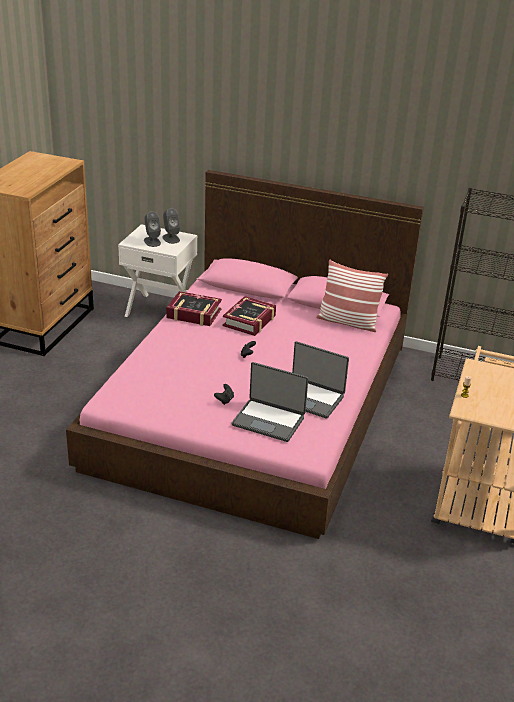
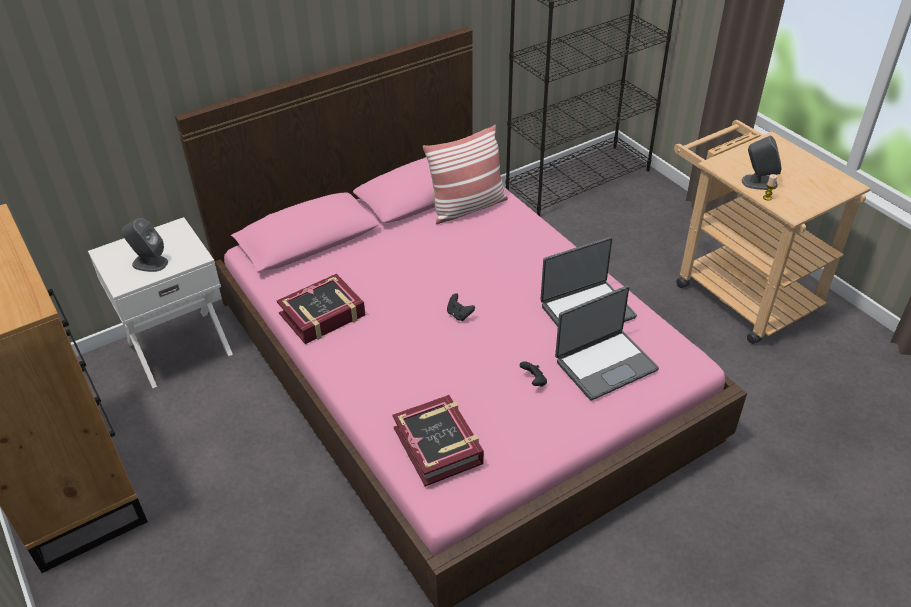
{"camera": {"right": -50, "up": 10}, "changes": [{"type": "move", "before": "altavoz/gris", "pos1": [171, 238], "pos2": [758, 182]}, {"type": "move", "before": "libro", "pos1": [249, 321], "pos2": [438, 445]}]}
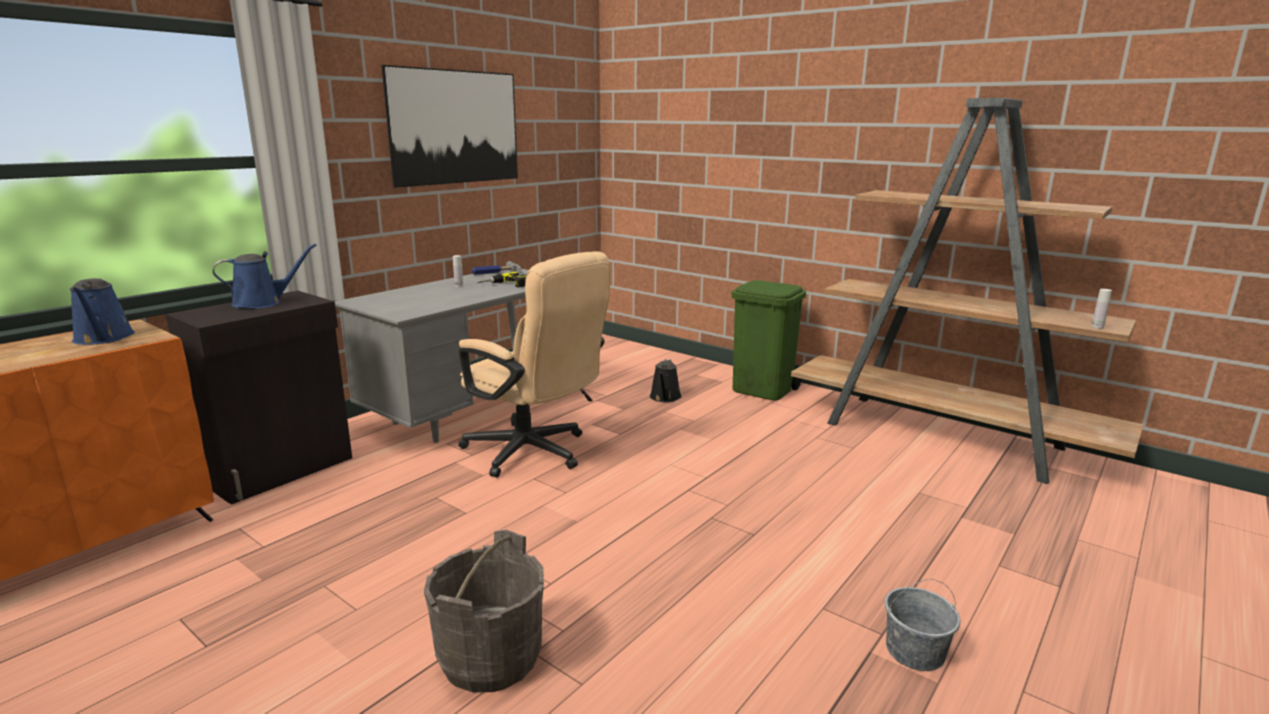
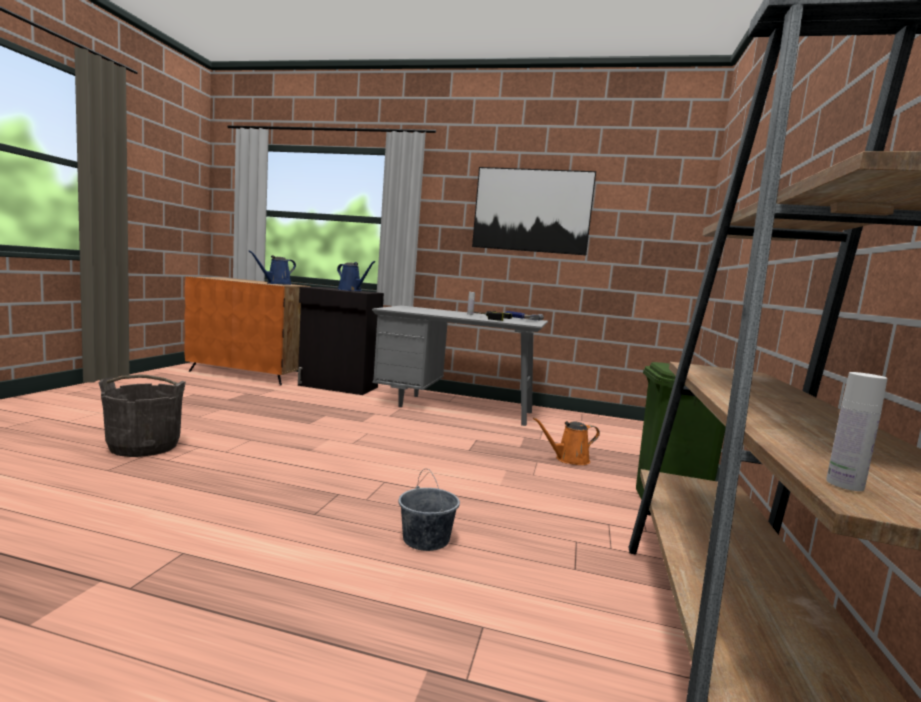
{"camera": {"right": 65, "up": -10}, "changes": [{"type": "delete", "before": "silla de oficina/beis", "pos1": [534, 453]}, {"type": "recolor", "before": "regadera/negro", "after": "regadera/naranja", "pos1": [665, 398], "pos2": [569, 459]}, {"type": "move", "before": "cubo/gris", "pos1": [915, 651], "pos2": [426, 539]}]}
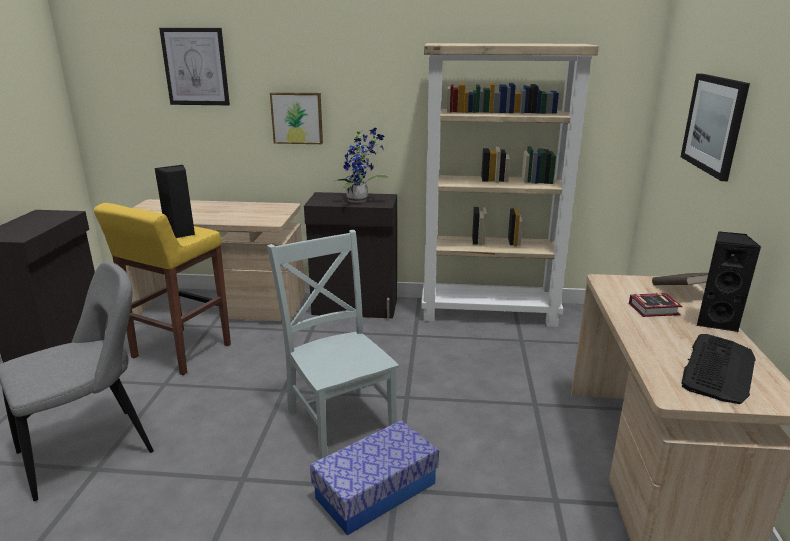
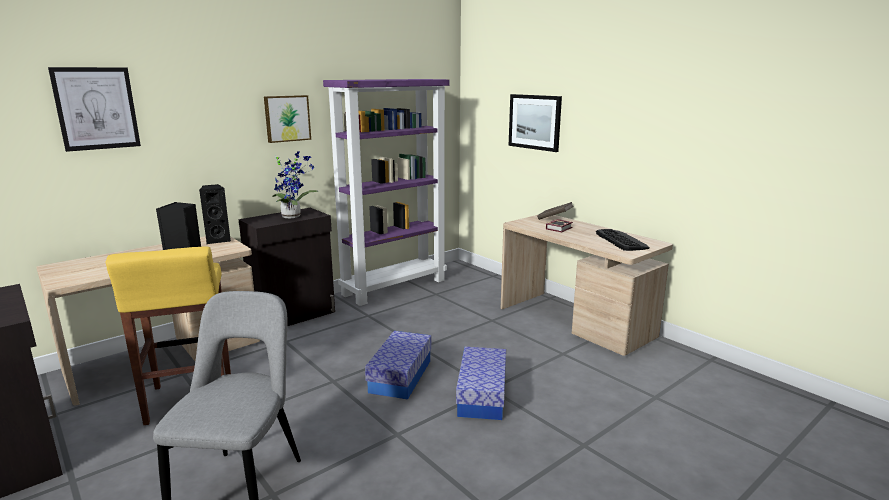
{"camera": {"right": -45, "up": -5}, "changes": [{"type": "replace", "before": "silla/gris", "after": "caja de almacenaje", "pos1": [339, 418], "pos2": [400, 376]}, {"type": "move", "before": "cuadro", "pos1": [297, 118], "pos2": [287, 118]}, {"type": "recolor", "before": "estantería/beis", "after": "estantería/morado", "pos1": [489, 313], "pos2": [394, 287]}, {"type": "move", "before": "altavoz/negro", "pos1": [715, 322], "pos2": [218, 240]}]}
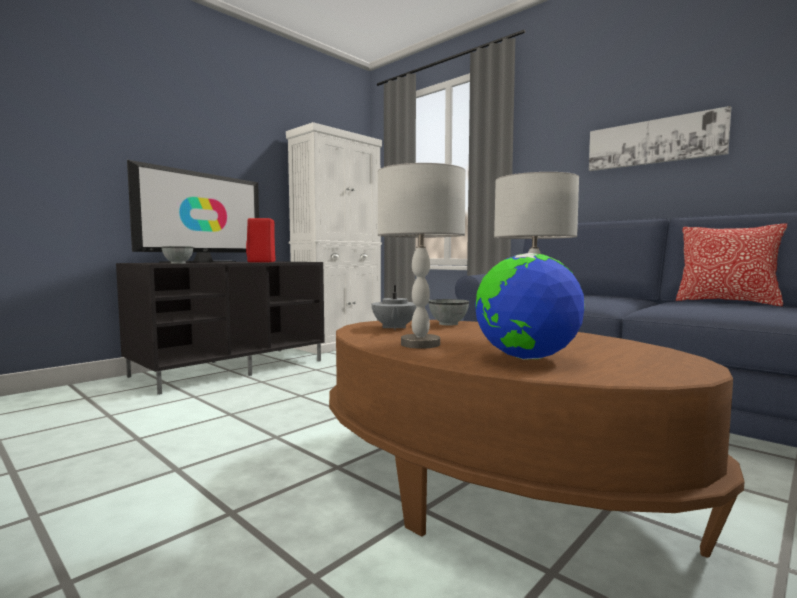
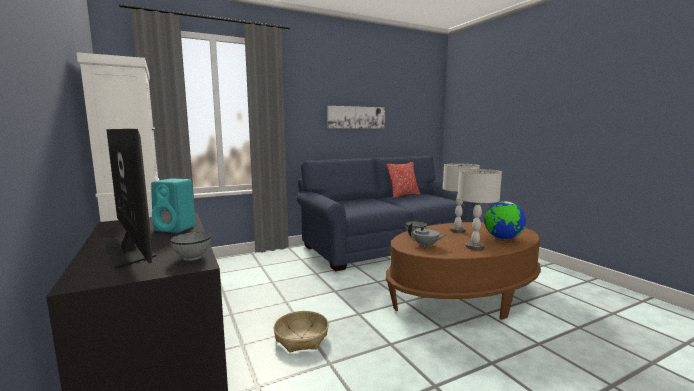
{"camera": {"right": -70, "up": 5}, "changes": [{"type": "recolor", "before": "altavoz/rojo", "after": "altavoz/turquesa", "pos1": [262, 262], "pos2": [177, 228]}, {"type": "insert", "after": "cesta", "pos2": [301, 338]}]}
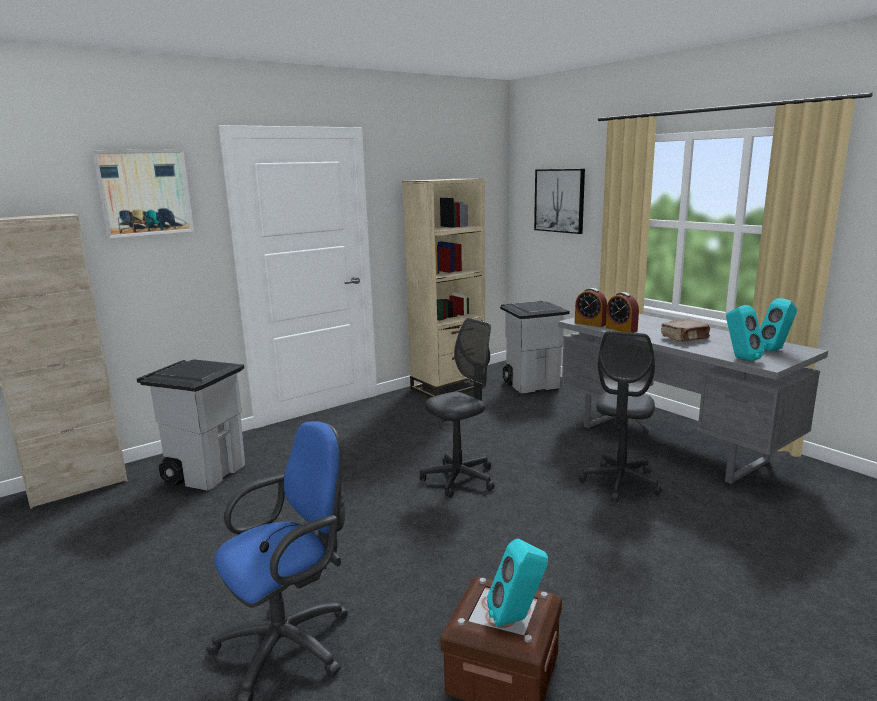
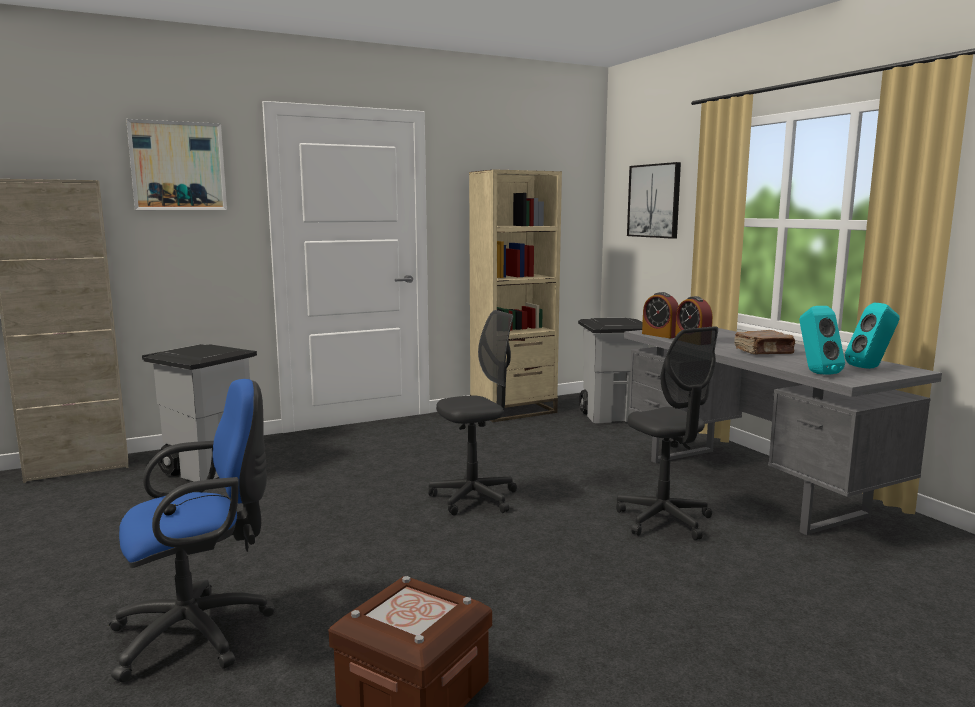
{"camera": {"right": 10, "up": -5}, "changes": [{"type": "delete", "before": "altavoz/turquesa", "pos1": [517, 618]}, {"type": "rotate", "before": "silla de oficina/gris", "pos1": [620, 483], "pos2": [664, 520], "turn": -60}]}
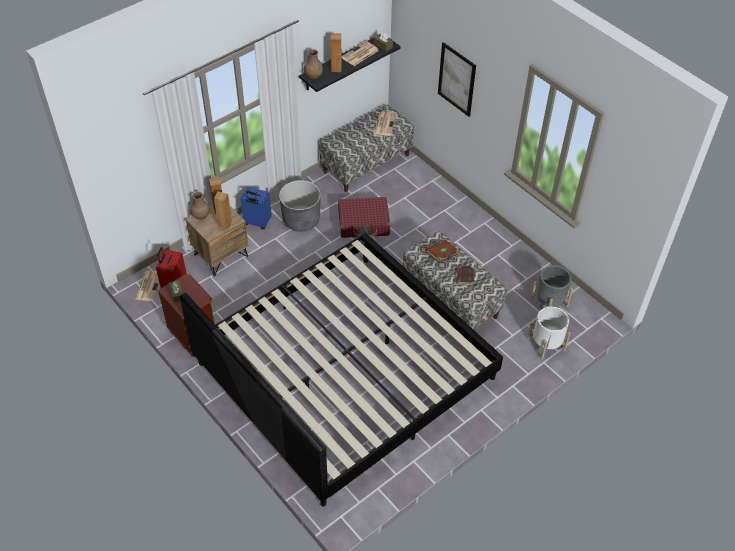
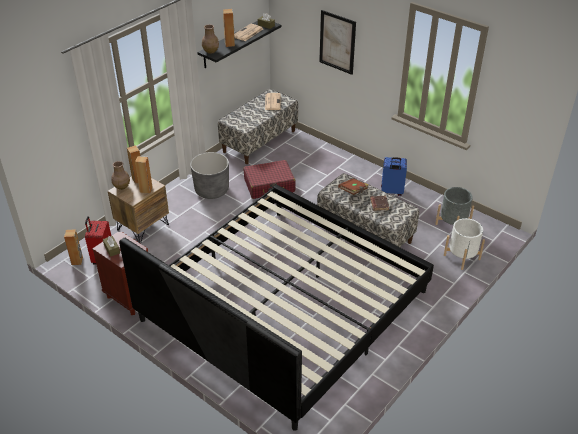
{"camera": {"right": -10, "up": -10}, "changes": [{"type": "replace", "before": "periódico", "after": "altavoz/marrón", "pos1": [149, 286], "pos2": [77, 261]}, {"type": "move", "before": "maleta/azul", "pos1": [257, 223], "pos2": [391, 192]}]}
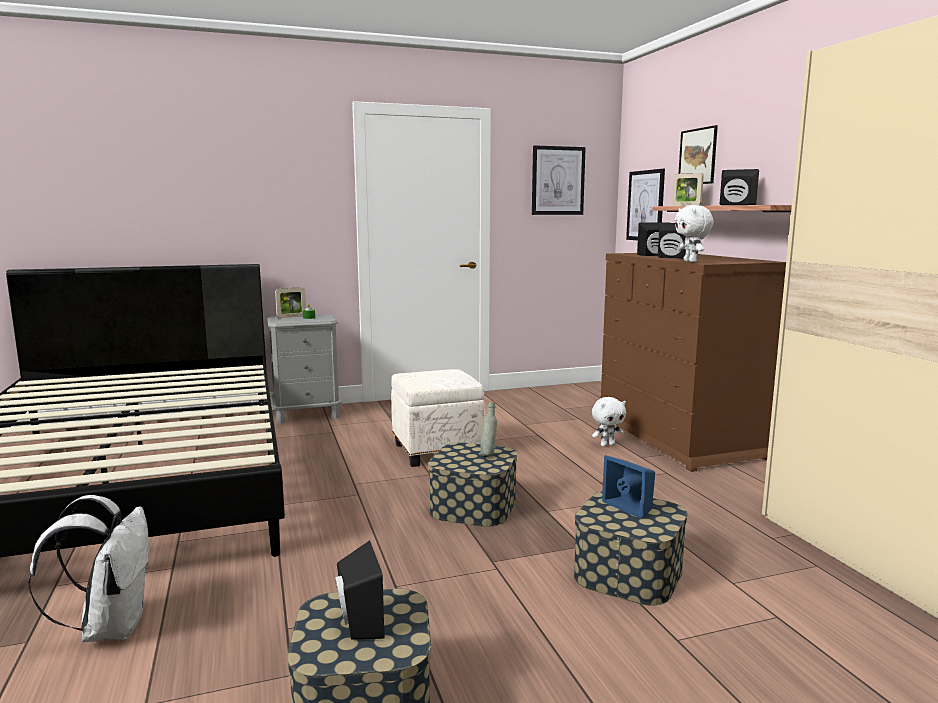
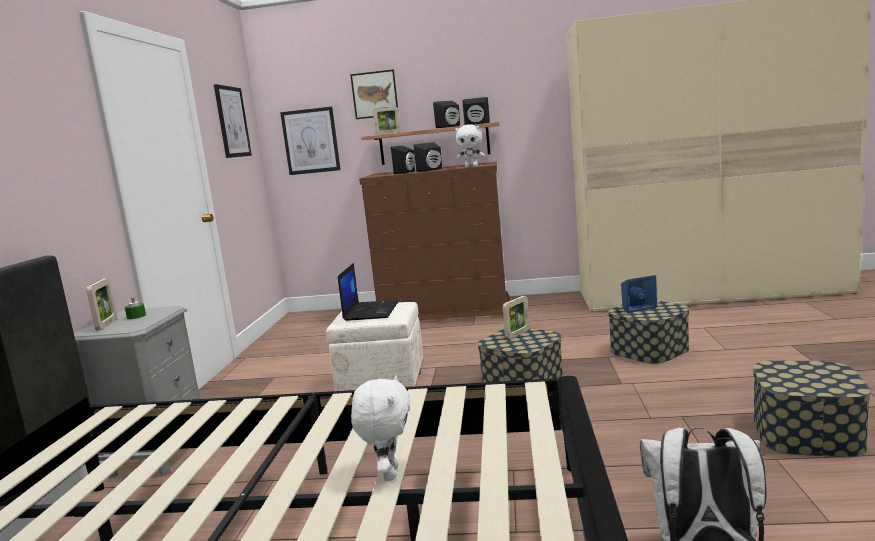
{"camera": {"right": -65, "up": 0}, "changes": [{"type": "move", "before": "altavoz/negro", "pos1": [358, 623], "pos2": [477, 124]}, {"type": "replace", "before": "botella/gris", "after": "portarretratos", "pos1": [488, 454], "pos2": [517, 334]}, {"type": "move", "before": "peluche/blanco", "pos1": [607, 445], "pos2": [388, 473]}, {"type": "insert", "after": "portátil", "pos2": [371, 311]}]}
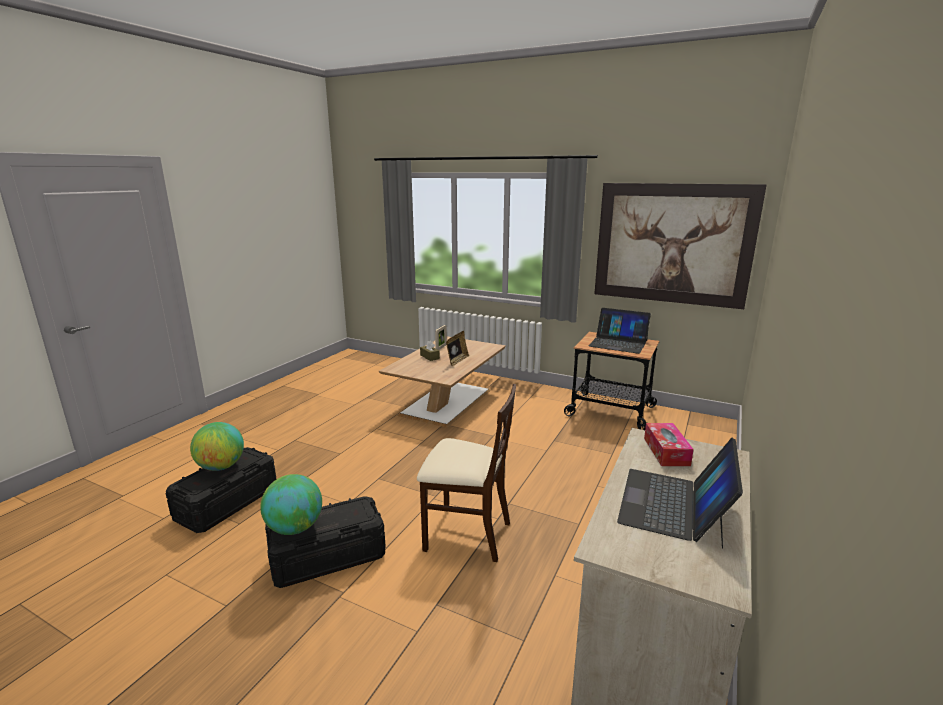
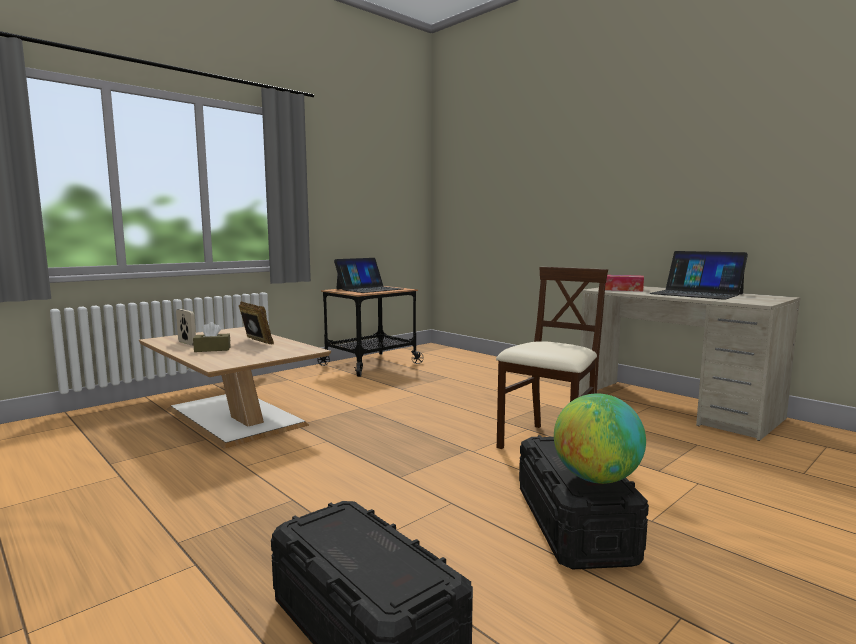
{"camera": {"right": -70, "up": -10}, "changes": [{"type": "delete", "before": "globo terráqueo", "pos1": [221, 467]}, {"type": "delete", "before": "cuadro", "pos1": [672, 244]}]}
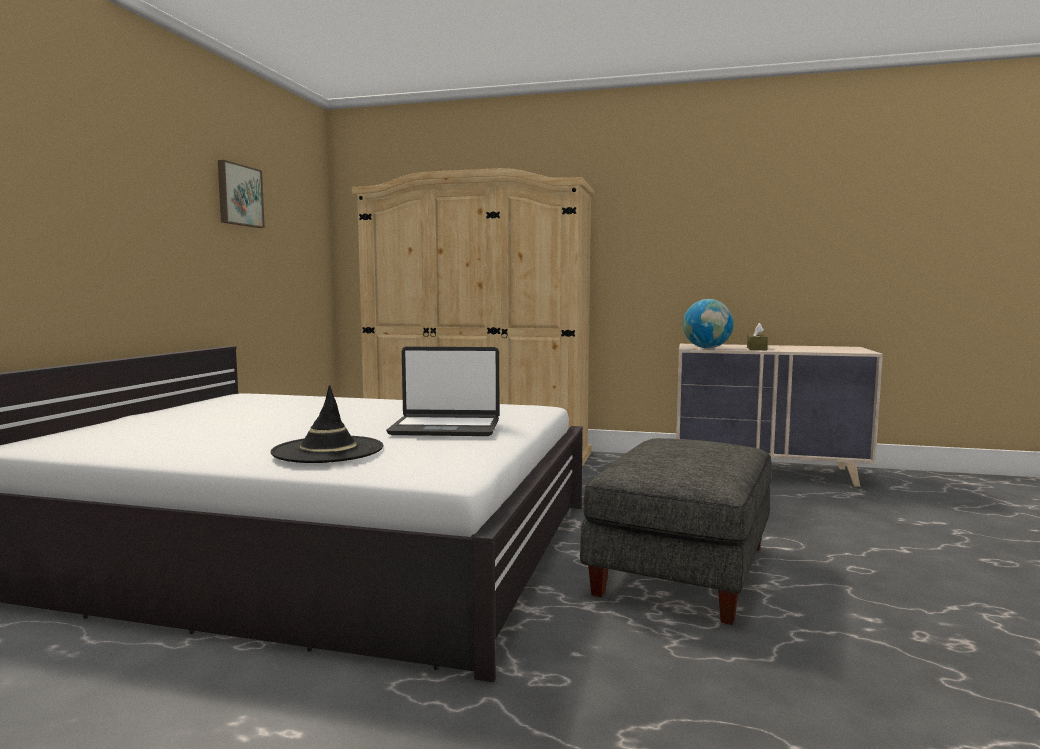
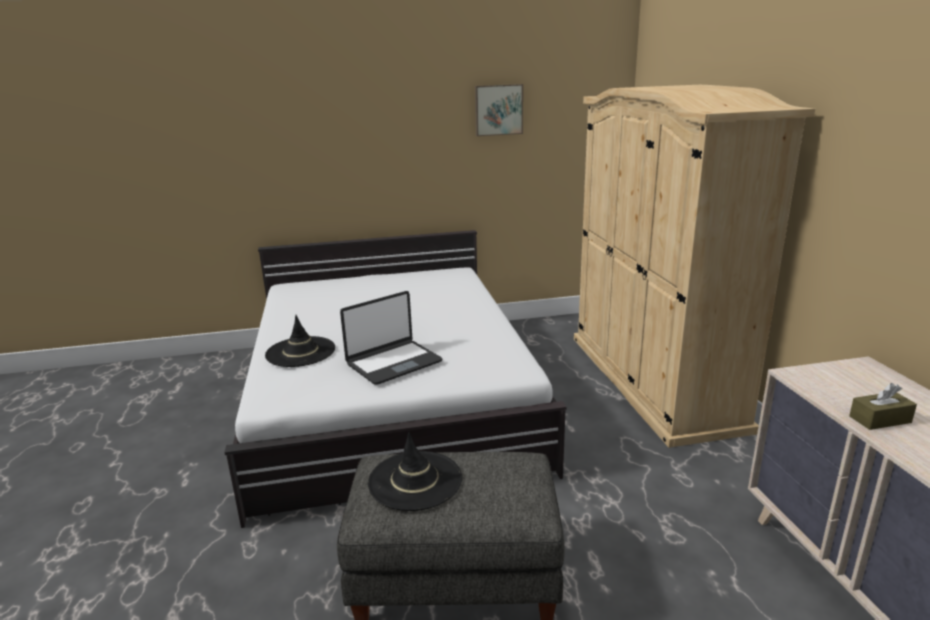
{"camera": {"right": 65, "up": 15}, "changes": [{"type": "rotate", "before": "portátil", "pos1": [445, 428], "pos2": [393, 363], "turn": -105}, {"type": "delete", "before": "globo terráqueo", "pos1": [707, 348]}, {"type": "insert", "after": "sombrero/negro", "pos2": [415, 481]}]}
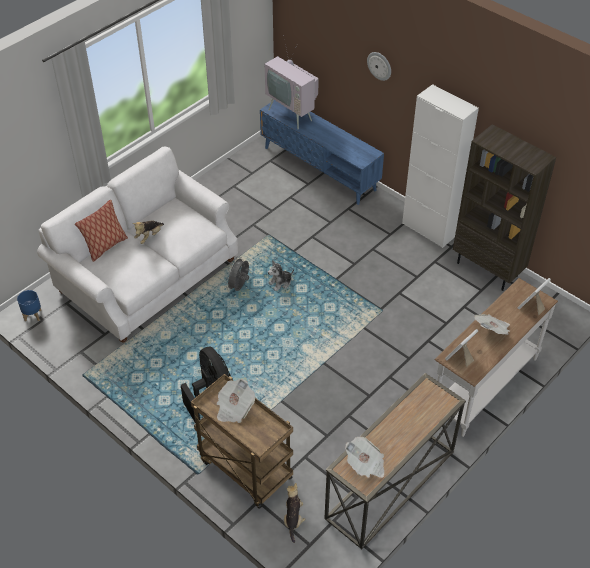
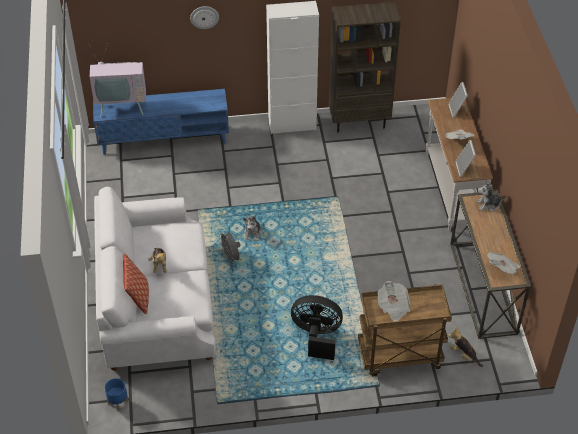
{"camera": {"right": -50, "up": 0}, "changes": [{"type": "insert", "after": "peluche", "pos2": [488, 205]}]}
